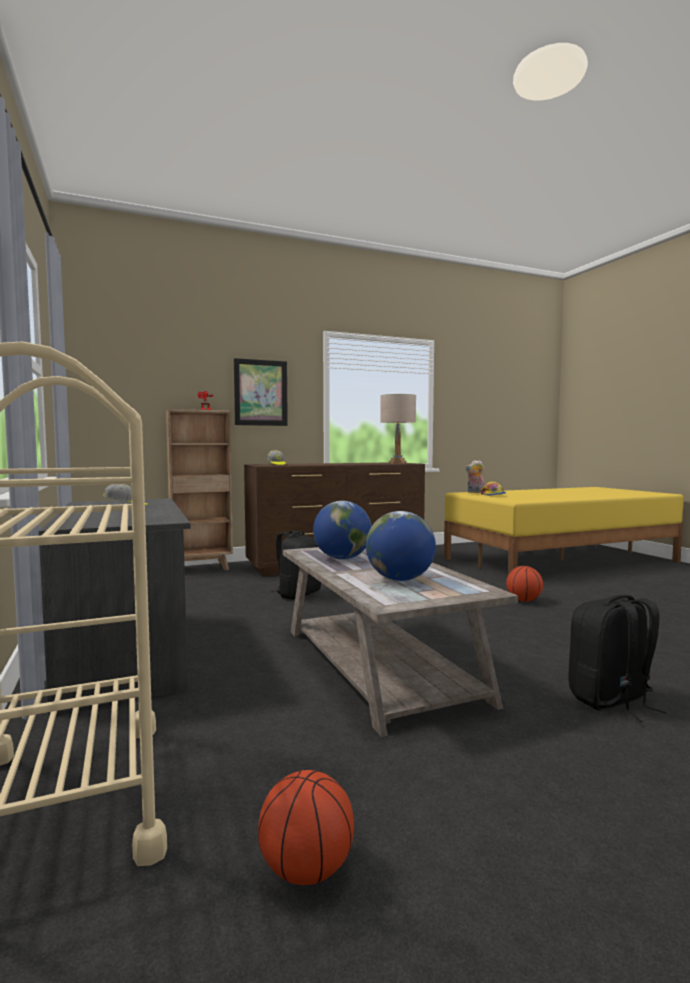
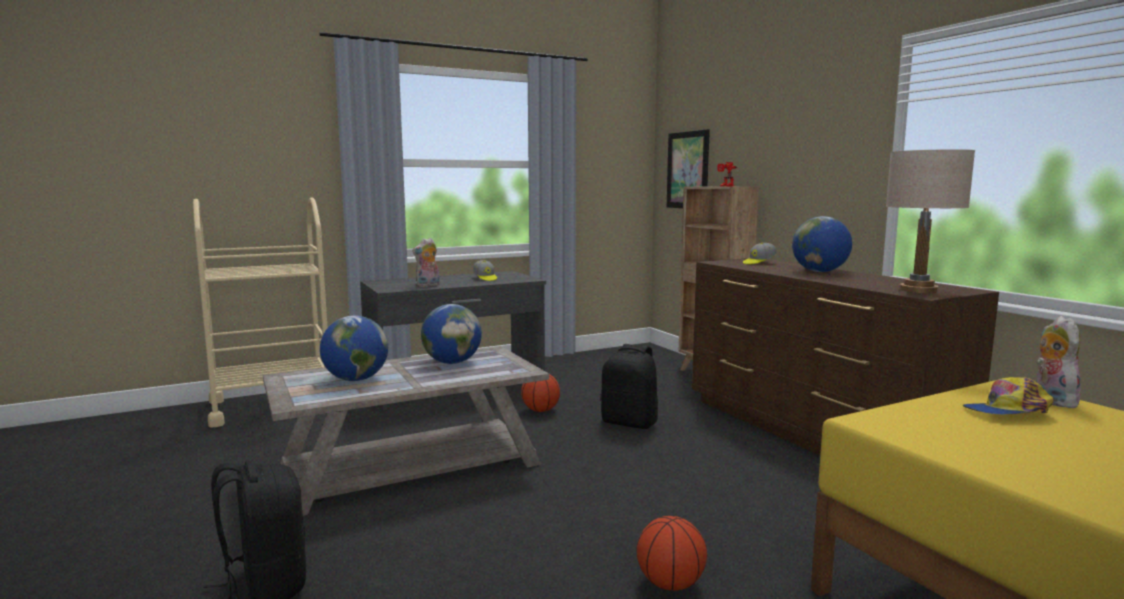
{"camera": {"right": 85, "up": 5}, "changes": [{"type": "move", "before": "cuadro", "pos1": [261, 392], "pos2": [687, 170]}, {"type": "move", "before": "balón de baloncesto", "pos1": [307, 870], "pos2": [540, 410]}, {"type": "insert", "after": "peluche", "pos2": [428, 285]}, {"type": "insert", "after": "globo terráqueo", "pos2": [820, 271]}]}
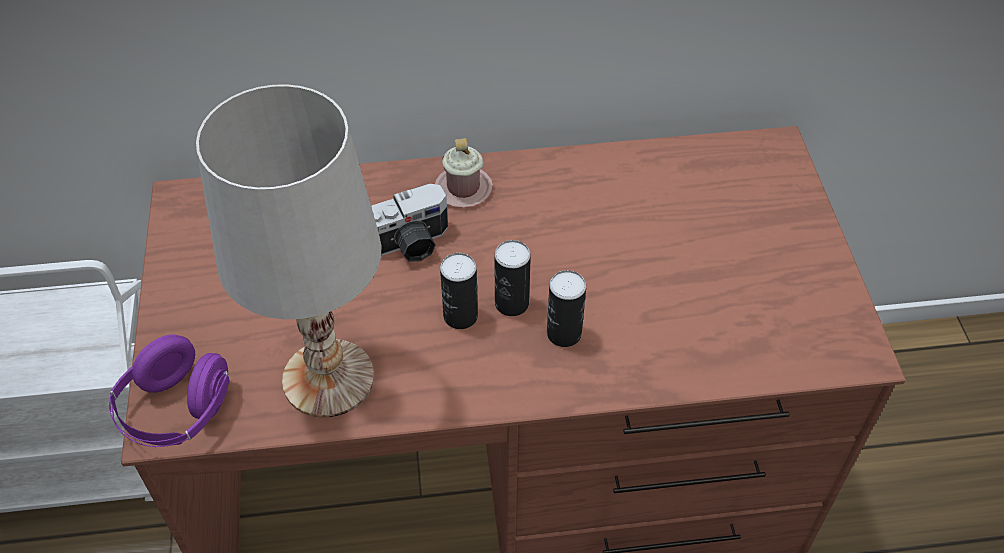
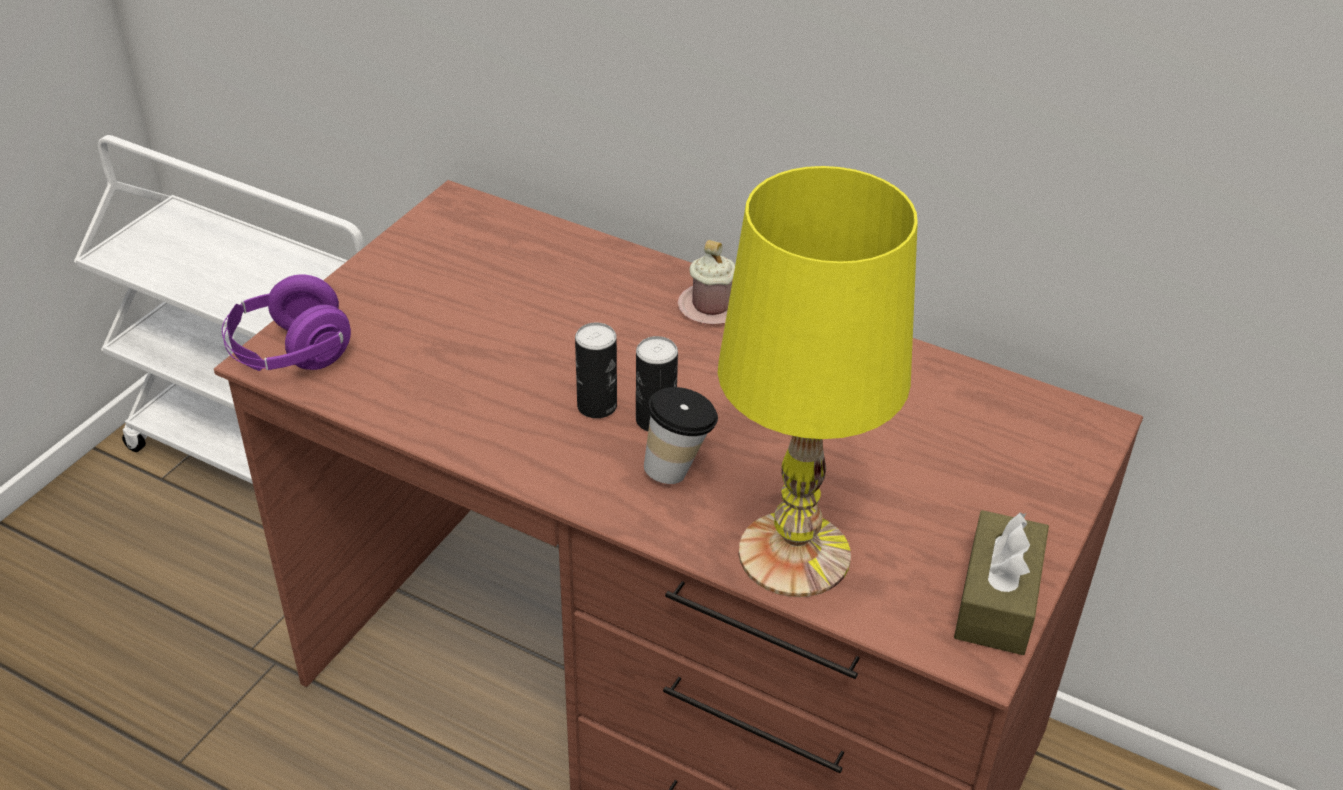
{"camera": {"right": 35, "up": -10}, "changes": [{"type": "delete", "before": "lámpara de mesa/blanco", "pos1": [329, 379]}, {"type": "delete", "before": "cámara", "pos1": [410, 244]}, {"type": "replace", "before": "lata", "after": "taza", "pos1": [564, 333], "pos2": [679, 469]}, {"type": "insert", "after": "lámpara de mesa/amarillo", "pos2": [796, 554]}, {"type": "insert", "after": "caja de pañuelos/marrón", "pos2": [997, 599]}]}
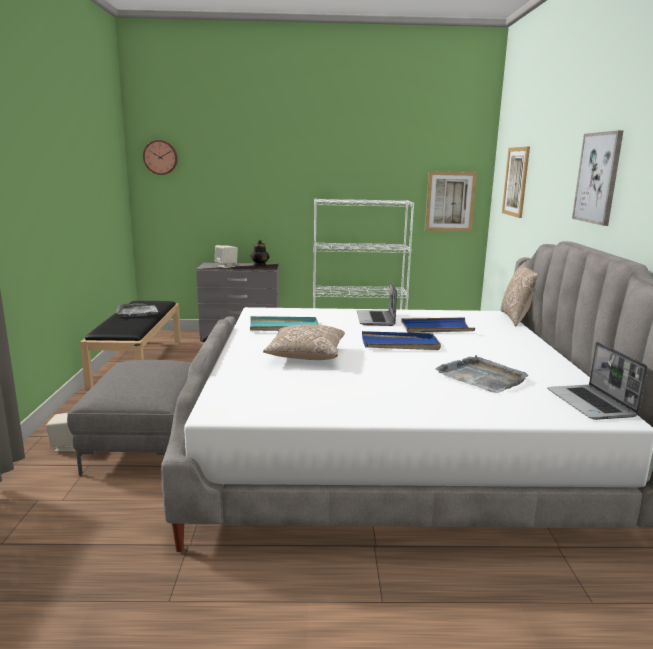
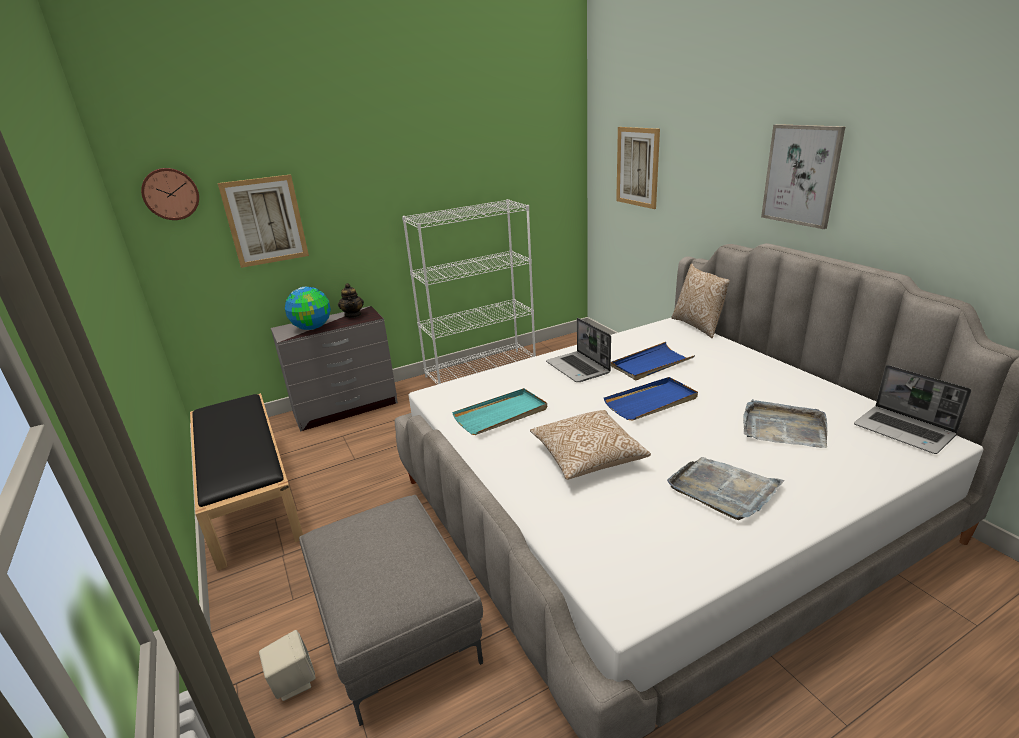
{"camera": {"right": -25, "up": 10}, "changes": [{"type": "move", "before": "bandeja/gris", "pos1": [137, 312], "pos2": [723, 489]}, {"type": "replace", "before": "altavoz/beis", "after": "globo terráqueo", "pos1": [226, 266], "pos2": [312, 328]}, {"type": "move", "before": "cuadro", "pos1": [450, 201], "pos2": [265, 221]}]}
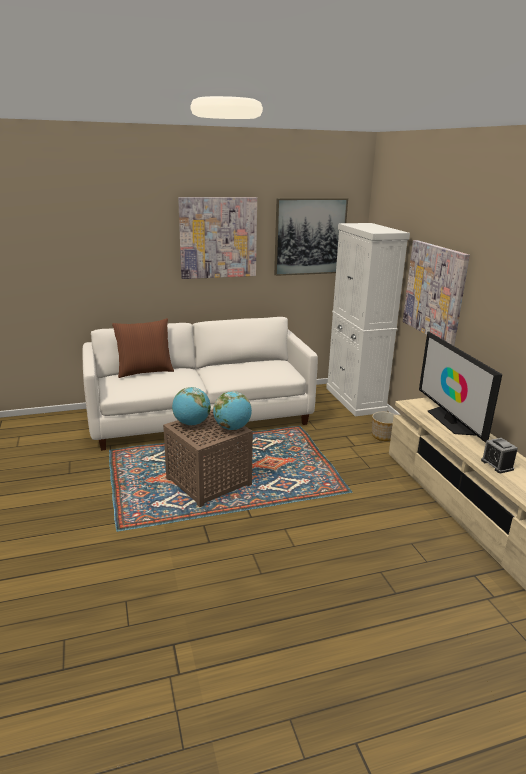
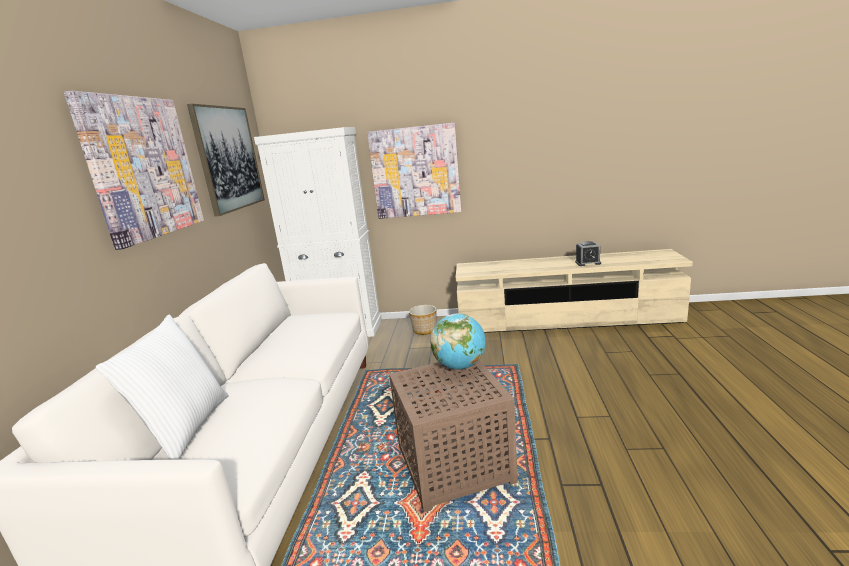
{"camera": {"right": -65, "up": -5}, "changes": [{"type": "recolor", "before": "cojín/marrón", "after": "cojín/blanco", "pos1": [145, 371], "pos2": [185, 428]}, {"type": "delete", "before": "globo terráqueo", "pos1": [192, 423]}, {"type": "delete", "before": "televisor", "pos1": [450, 421]}]}
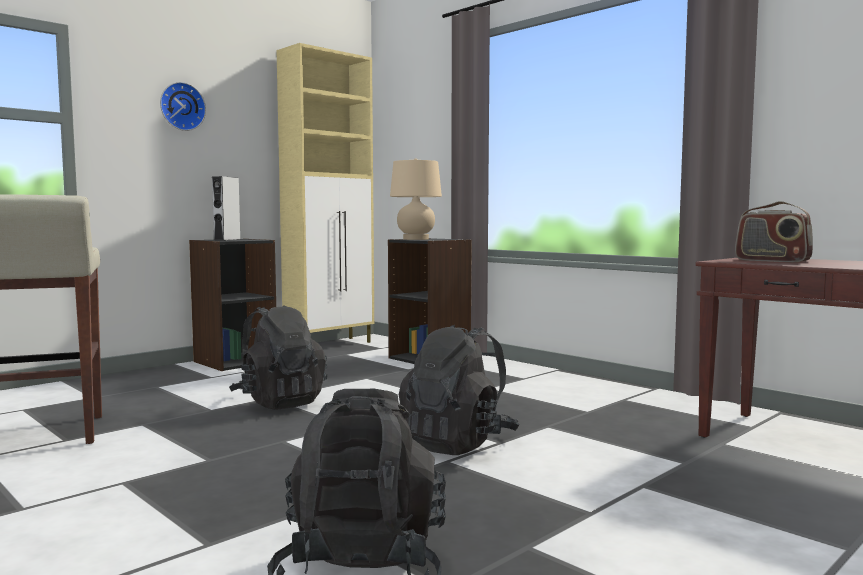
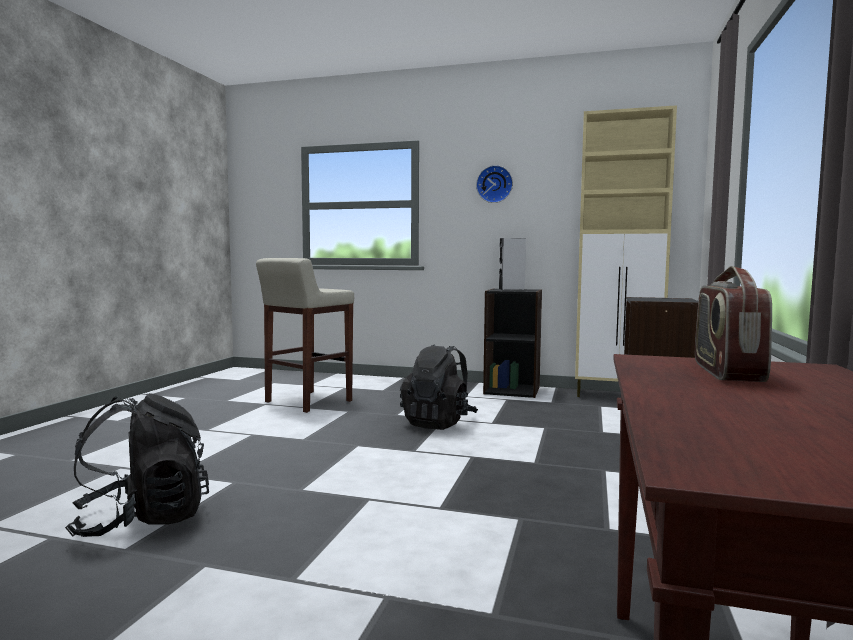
{"camera": {"right": 60, "up": 0}, "changes": [{"type": "delete", "before": "lámpara de mesa/beis", "pos1": [415, 239]}, {"type": "delete", "before": "mochila/negro", "pos1": [458, 443]}]}
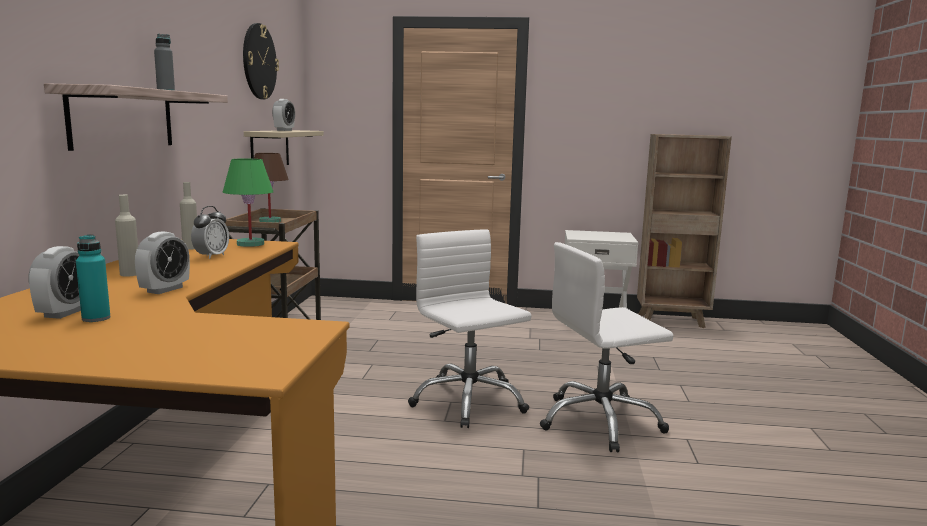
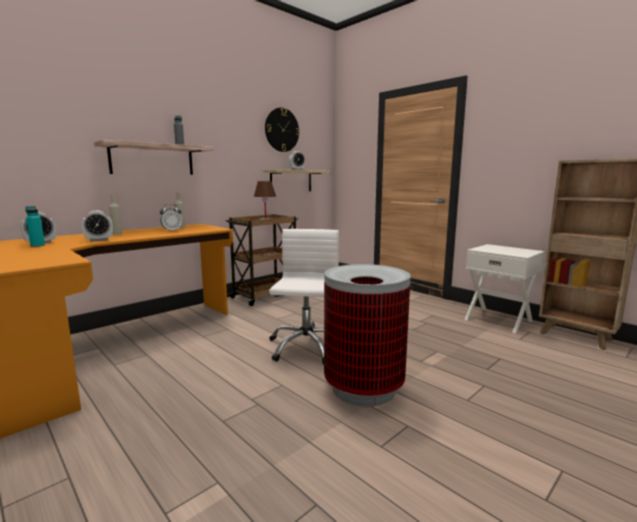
{"camera": {"right": 40, "up": 0}, "changes": [{"type": "delete", "before": "lámpara de mesa/verde", "pos1": [250, 244]}, {"type": "replace", "before": "silla de oficina/blanco", "after": "papelera", "pos1": [600, 422], "pos2": [363, 388]}]}
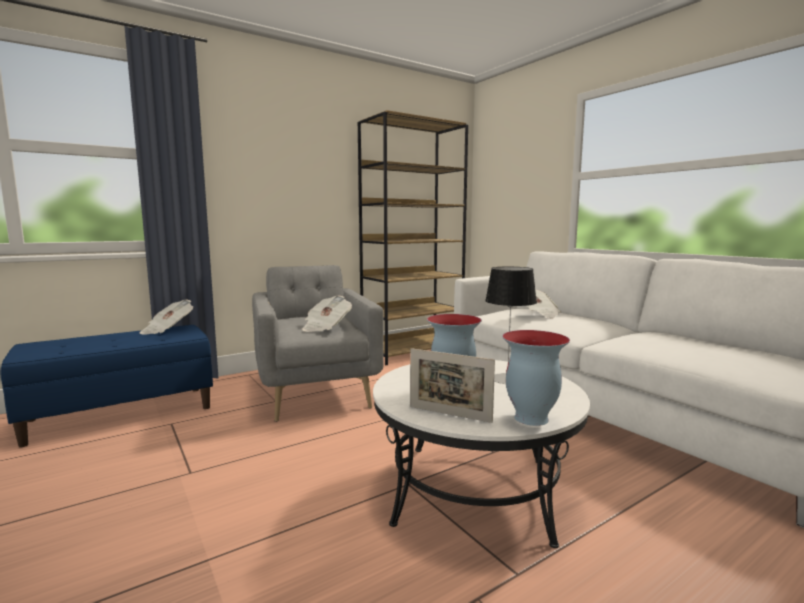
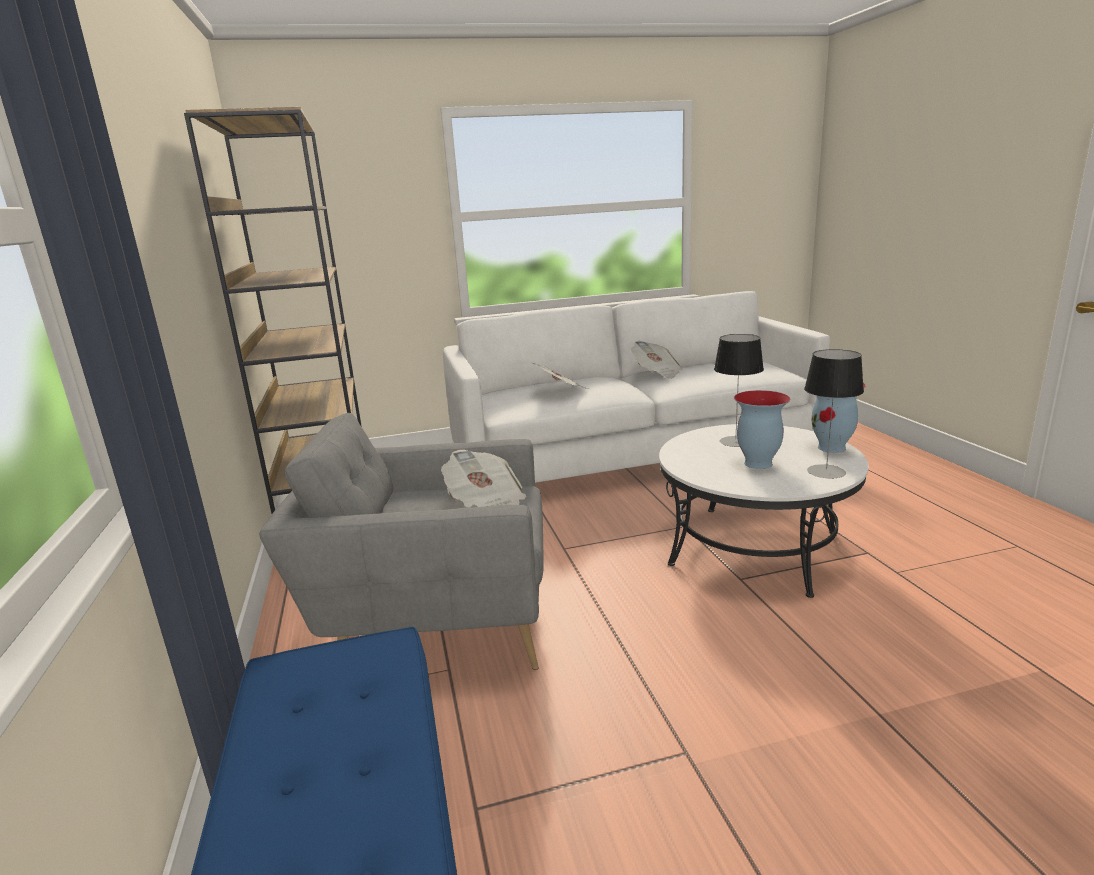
{"camera": {"right": -70, "up": 10}, "changes": [{"type": "move", "before": "periódico", "pos1": [167, 330], "pos2": [657, 373]}, {"type": "replace", "before": "portarretratos", "after": "lámpara de mesa", "pos1": [449, 414], "pos2": [826, 471]}]}
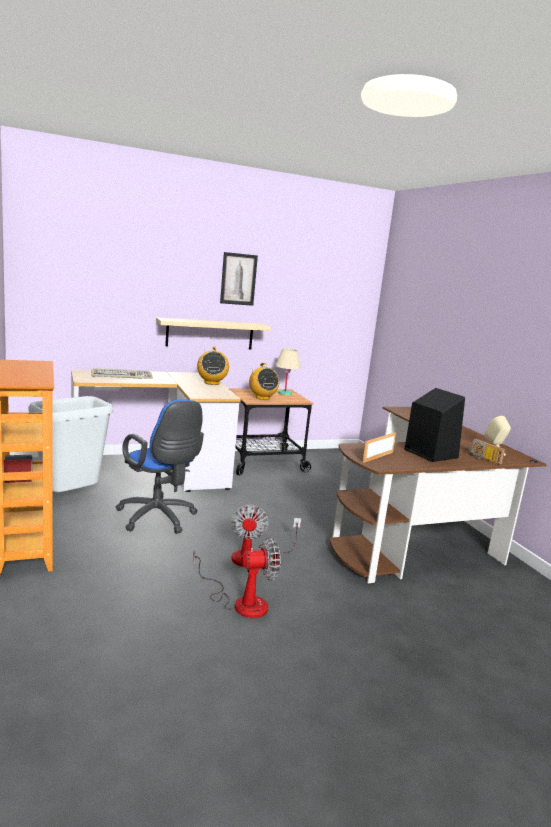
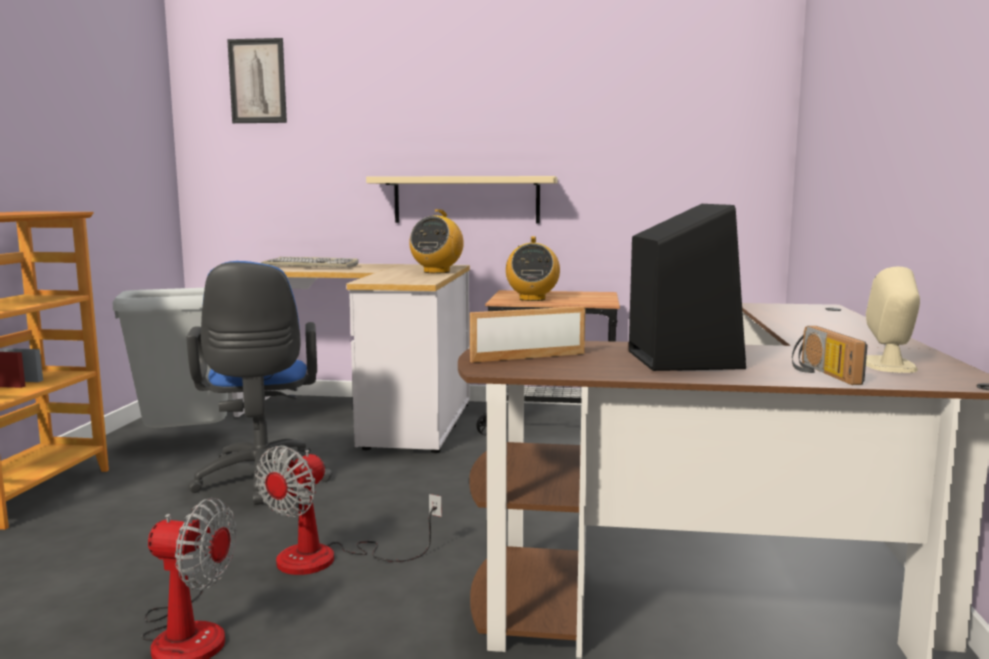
{"camera": {"right": 30, "up": -5}, "changes": [{"type": "move", "before": "cuadro", "pos1": [238, 279], "pos2": [257, 81]}, {"type": "delete", "before": "lámpara de mesa/beis", "pos1": [284, 393]}]}
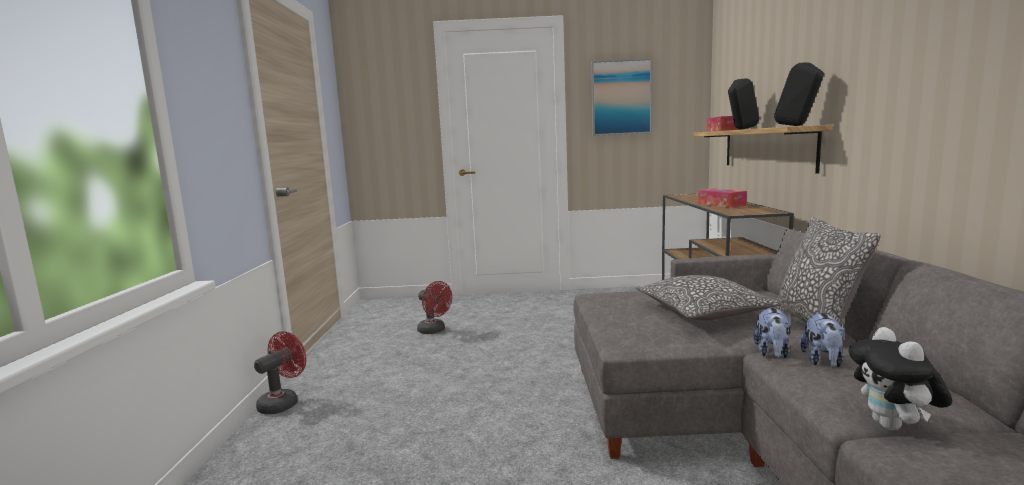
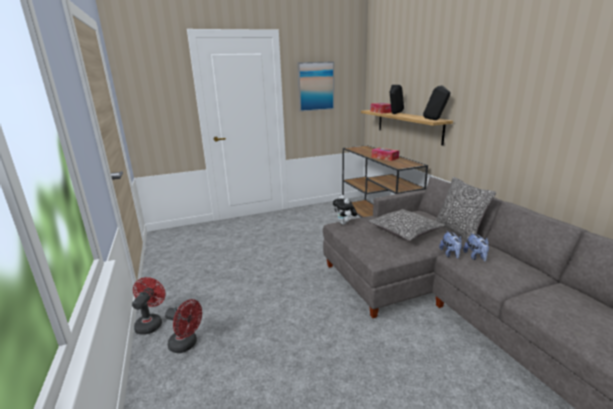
{"camera": {"right": -20, "up": 10}, "changes": [{"type": "move", "before": "ventilador/rojo", "pos1": [434, 331], "pos2": [187, 344]}, {"type": "move", "before": "peluche", "pos1": [893, 427], "pos2": [344, 223]}]}
